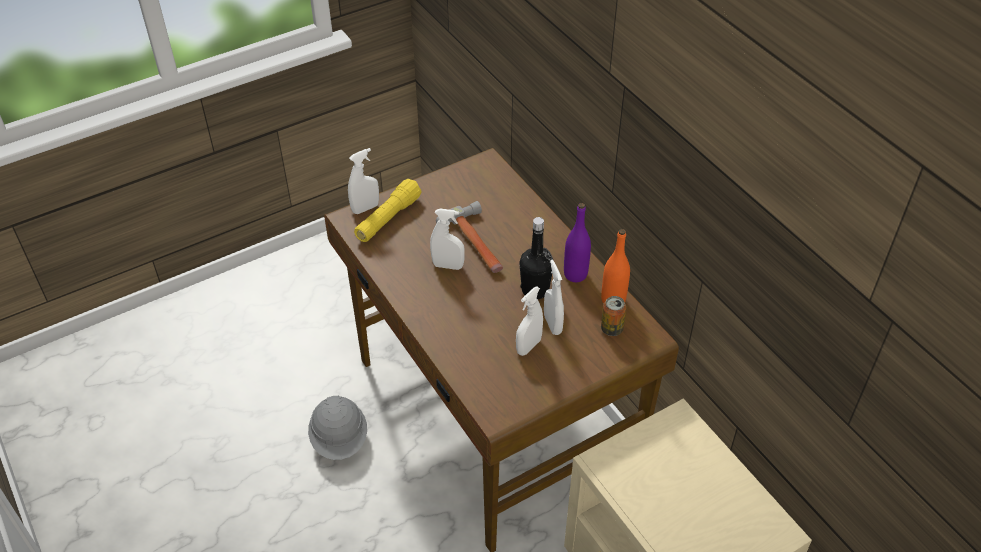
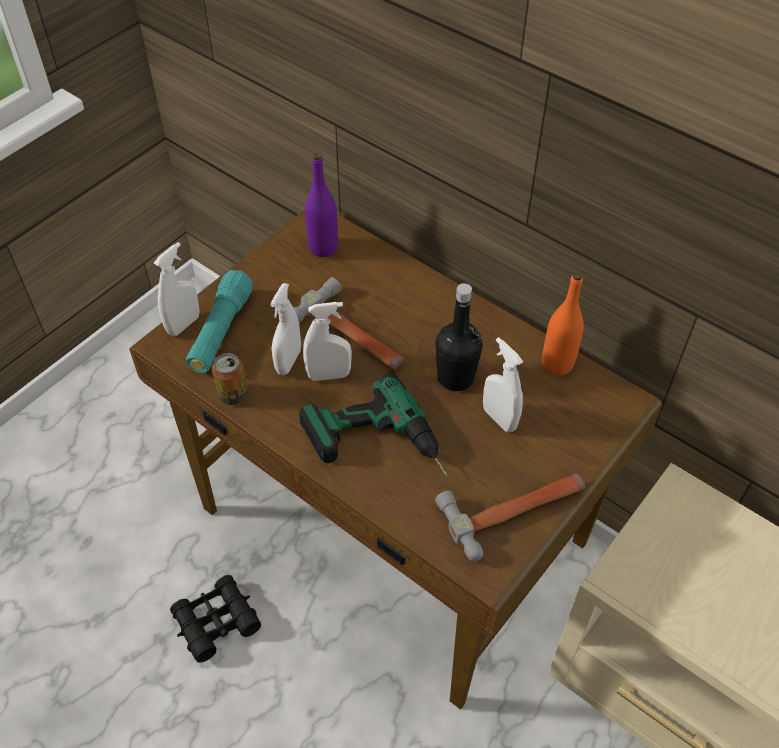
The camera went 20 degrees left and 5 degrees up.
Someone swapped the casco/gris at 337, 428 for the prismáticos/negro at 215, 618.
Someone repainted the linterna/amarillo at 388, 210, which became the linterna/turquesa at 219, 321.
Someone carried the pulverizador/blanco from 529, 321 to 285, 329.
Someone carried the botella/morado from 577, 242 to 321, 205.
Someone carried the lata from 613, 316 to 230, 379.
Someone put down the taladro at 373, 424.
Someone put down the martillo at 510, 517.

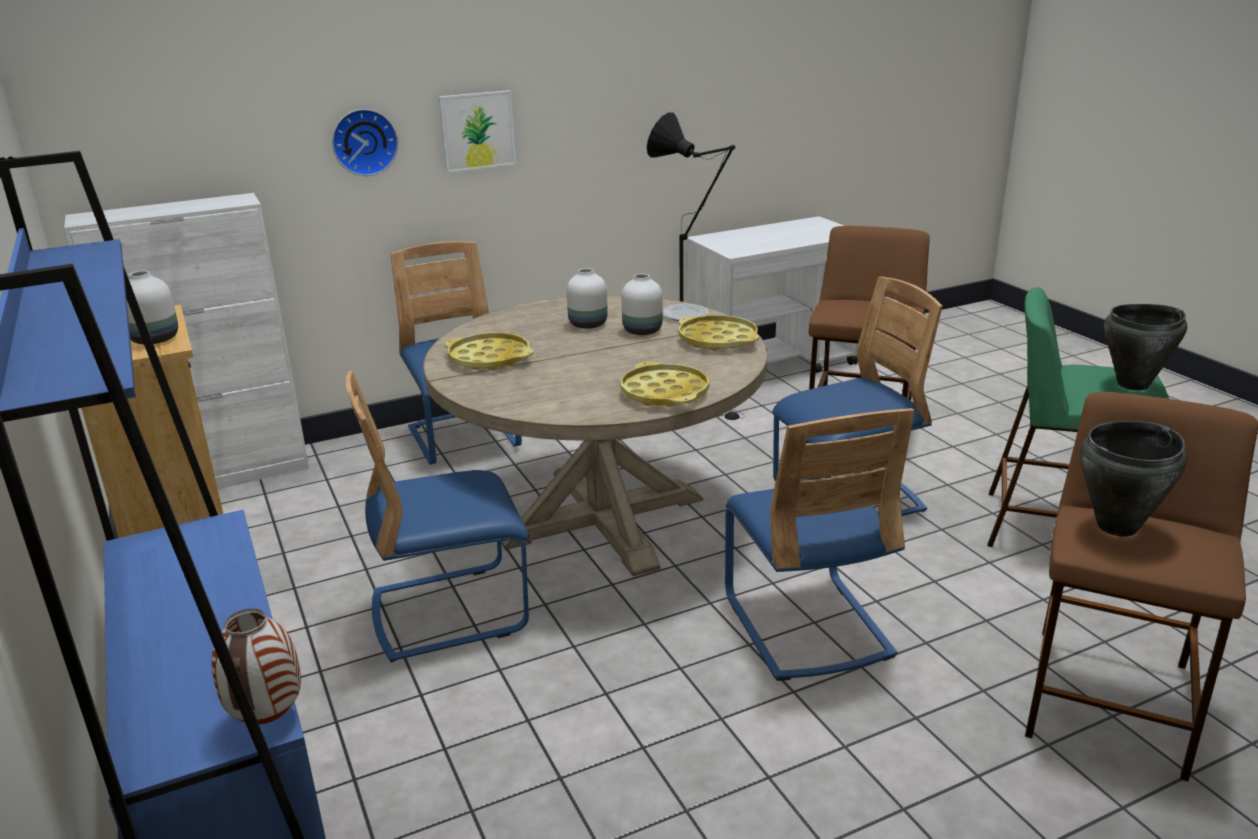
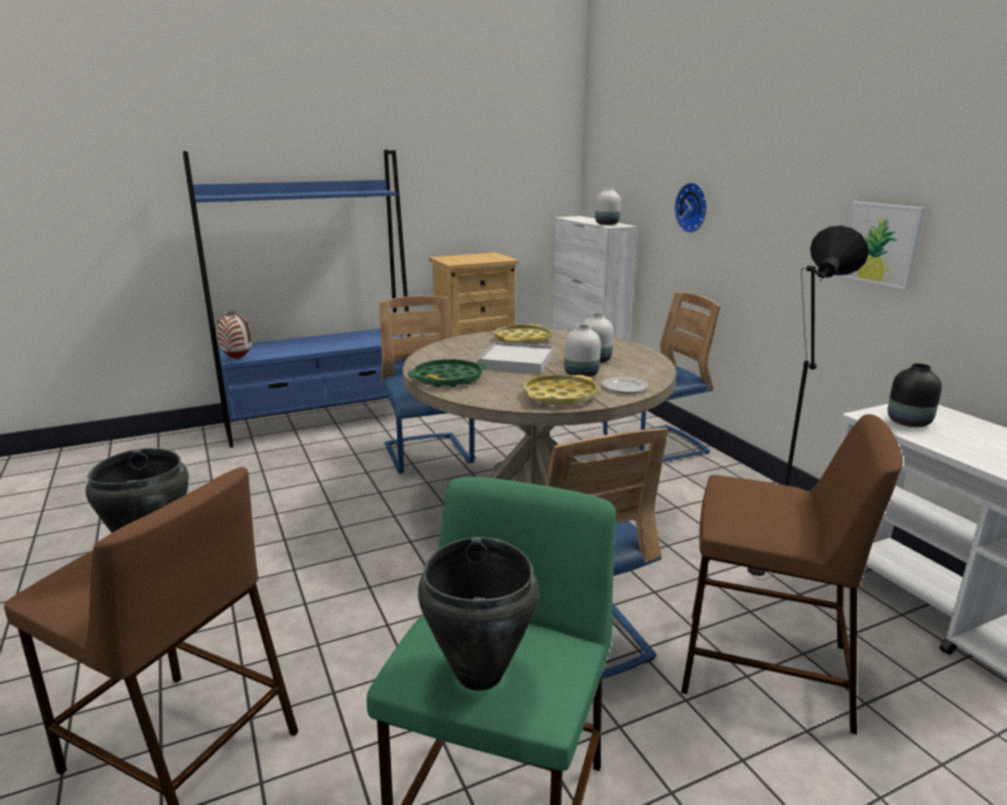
The camera went 90 degrees right and 5 degrees down.
Someone carried the florero/blanco from 152, 307 to 608, 206.
Someone carried the cuadro from 477, 131 to 882, 246.
Someone repainted the bandeja/amarillo at 664, 384, which became the bandeja/verde at 447, 373.
Someone took away the silla/azul at 820, 544.
Someone put down the bandeja/blanco at 516, 358.
Someone put down the florero/negro at 915, 395.

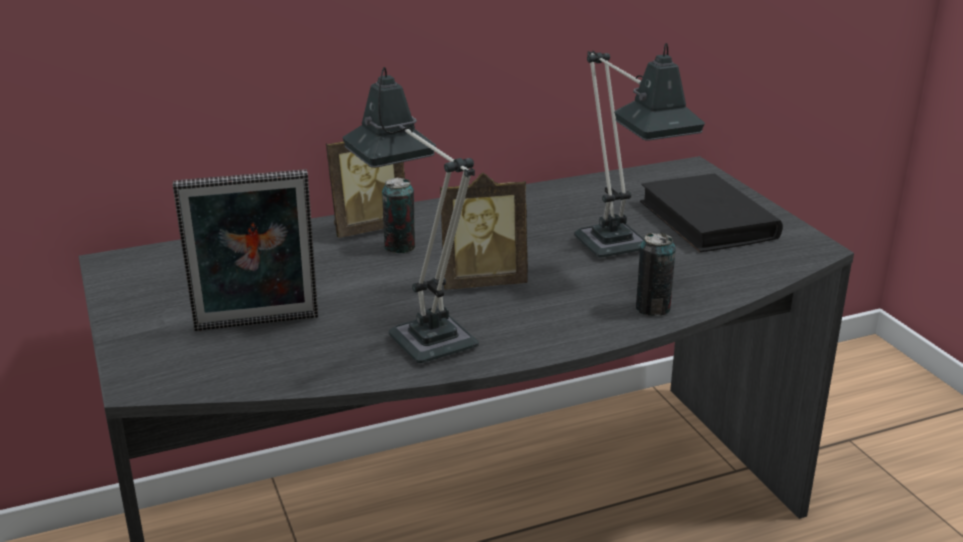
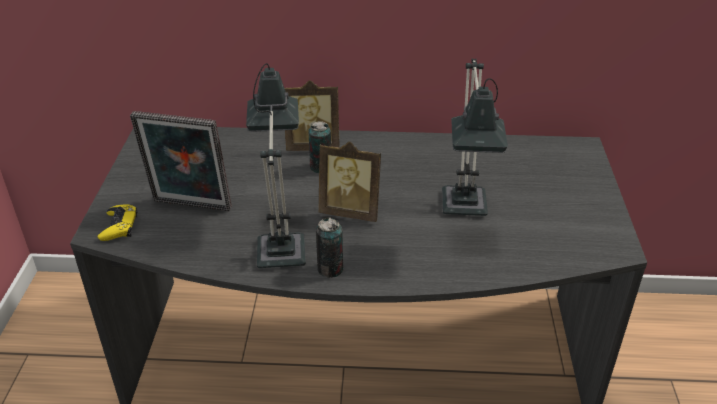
The camera went 25 degrees right and 10 degrees up.
Someone carried the lata from 656, 274 to 329, 247.
Someone took away the libro/negro at 711, 212.
Someone put down the mando de consola/amarillo at 117, 222.

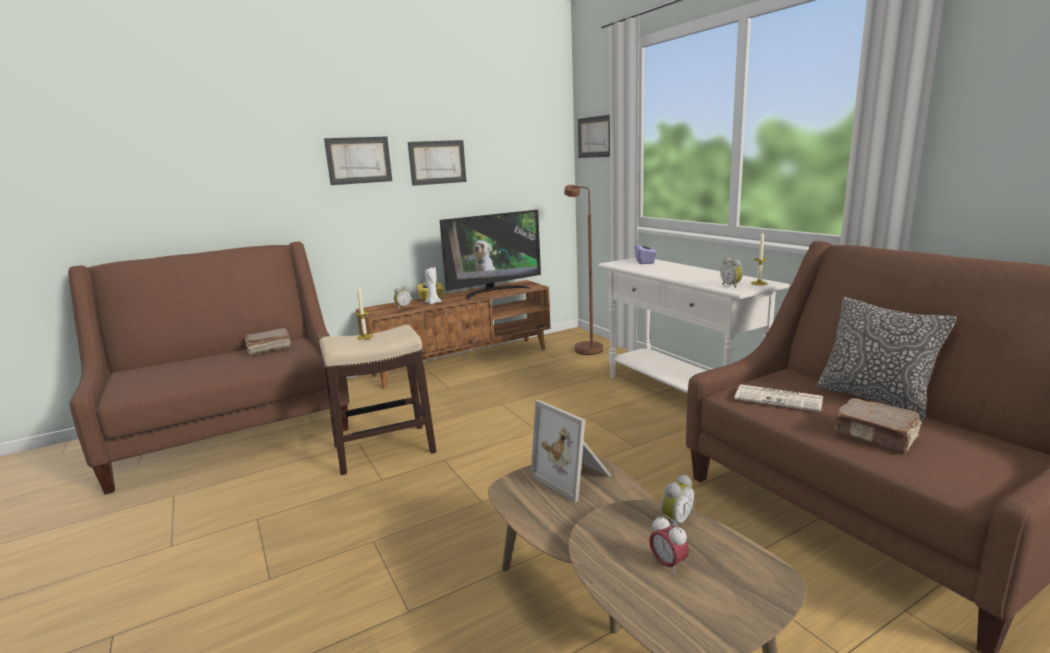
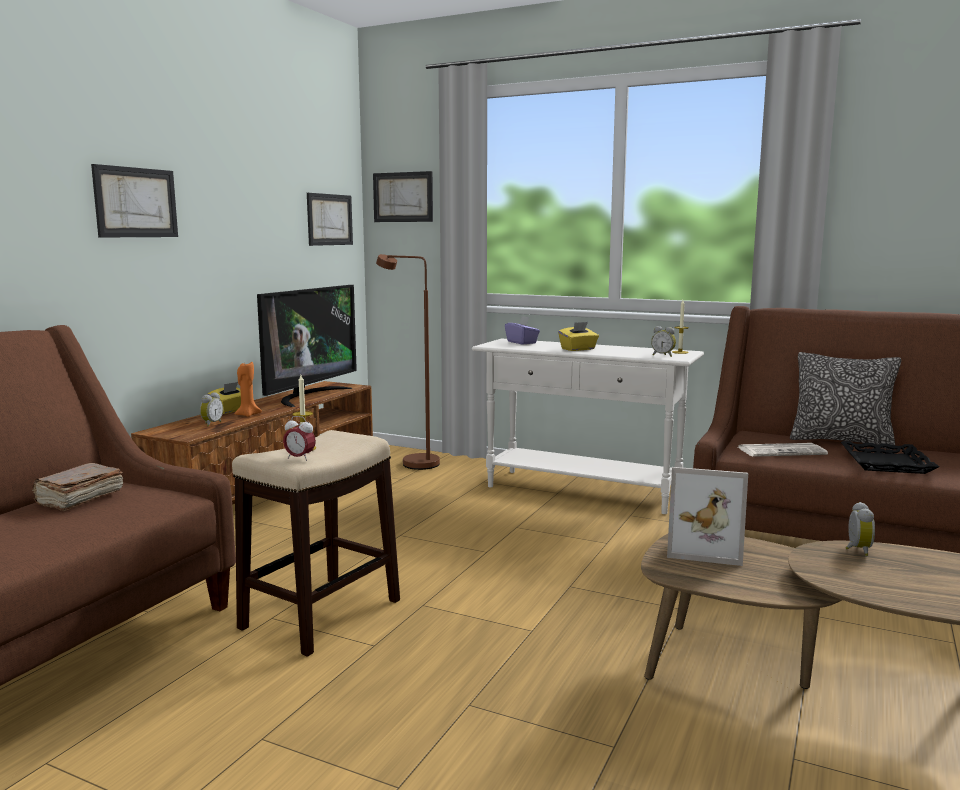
The camera went 35 degrees left and 5 degrees down.
Someone carried the cuadro from 437, 163 to 330, 219.
Someone repainted the vela/blanco at 433, 286, which became the vela/naranja at 248, 389.
Someone carried the despertador from 669, 545 to 299, 438.
Someone swapped the libro/marrón at 878, 426 for the bandeja/negro at 890, 457.
Someone put down the caja de pañuelos/amarillo at 578, 336.

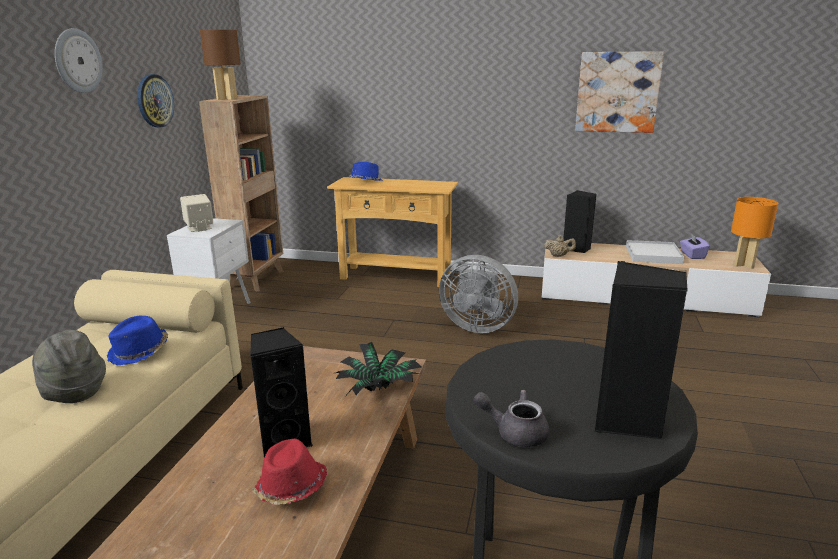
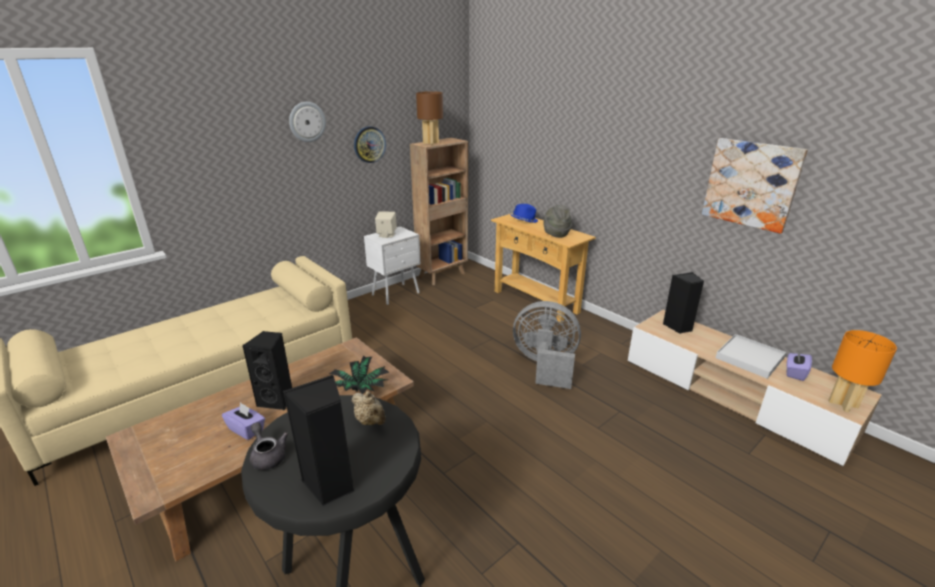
The camera went 35 degrees right and 5 degrees up.
Someone carried the sombrero/gris from 69, 366 to 558, 221.
Someone took away the sombrero/azul at 137, 340.
Someone swapped the sombrero/rojo at 289, 472 for the caja de pañuelos/morado at 243, 421.
Someone rotated the ventilador/gris at 478, 294 by 135 degrees clockwise.
Someone carried the tetera/beis from 560, 246 to 369, 408.

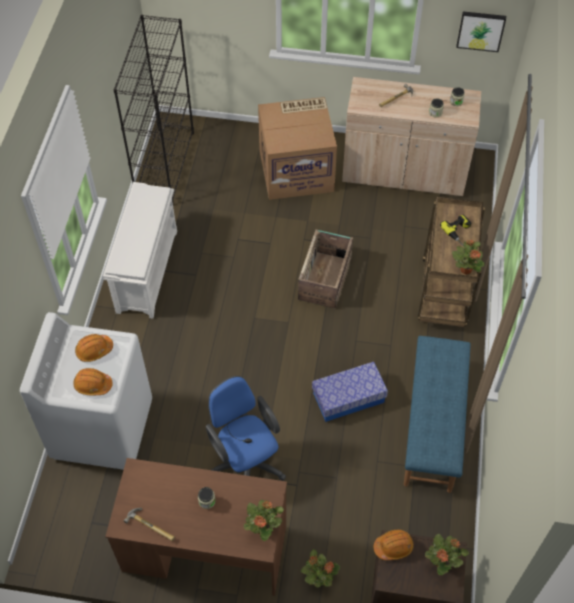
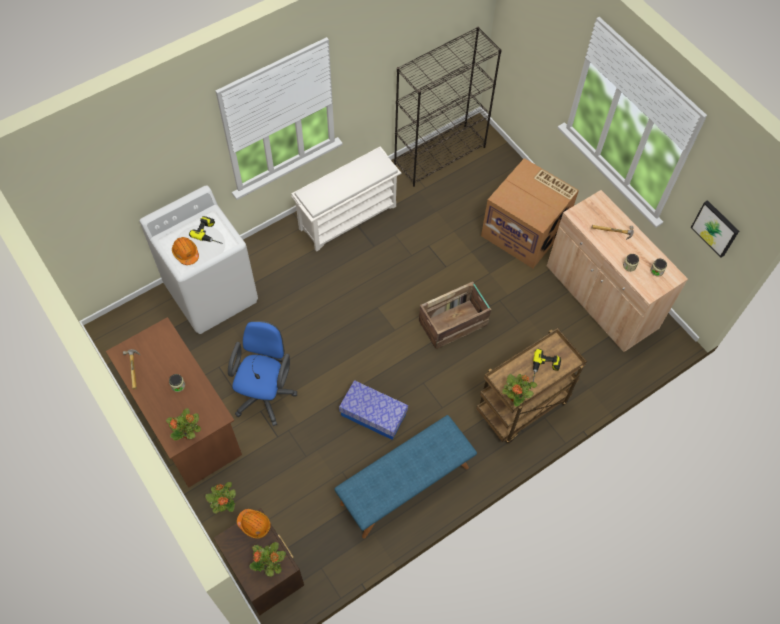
The camera went 45 degrees right and 5 degrees up.
Someone swapped the casco/naranja at 94, 348 for the taladro at 206, 230.

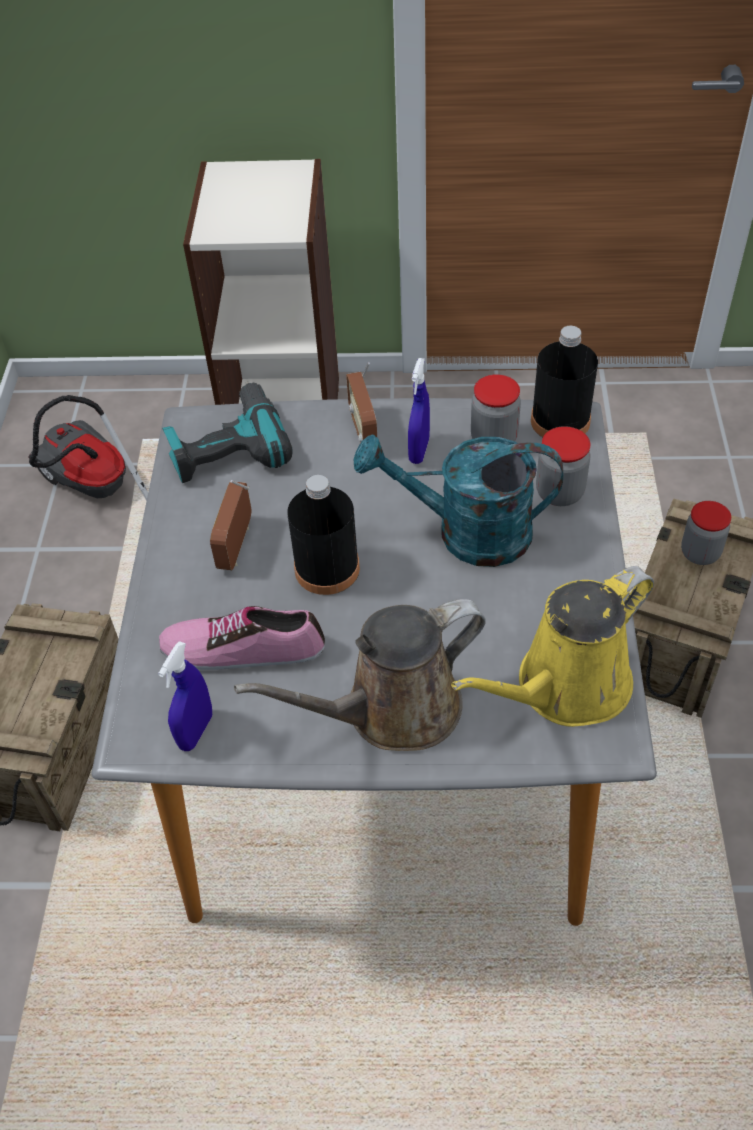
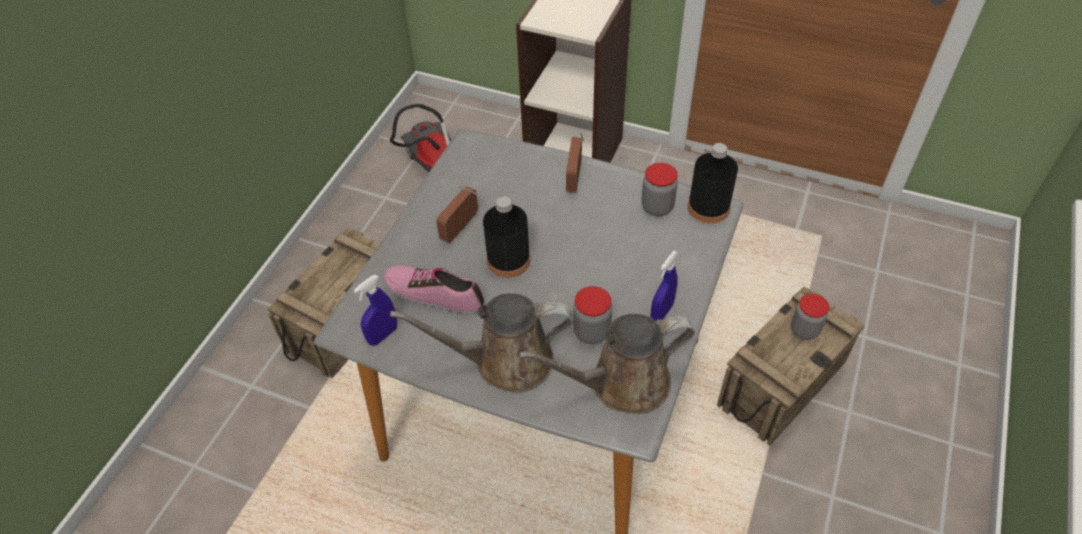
The camera went 20 degrees right and 0 degrees up.
Someone took away the taladro at 227, 432.
Someone took away the regadera/turquesa at 458, 501.
Someone carried the pulverizador/azul from 419, 411 to 664, 286.
Someone repainted the regadera/amarillo at 552, 646, which became the regadera/marrón at 607, 364.
Someone carried the tarro from 563, 466 to 592, 315.

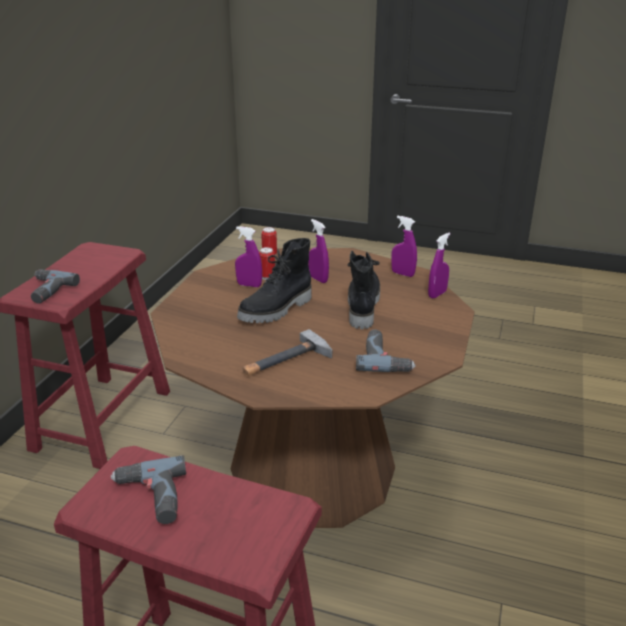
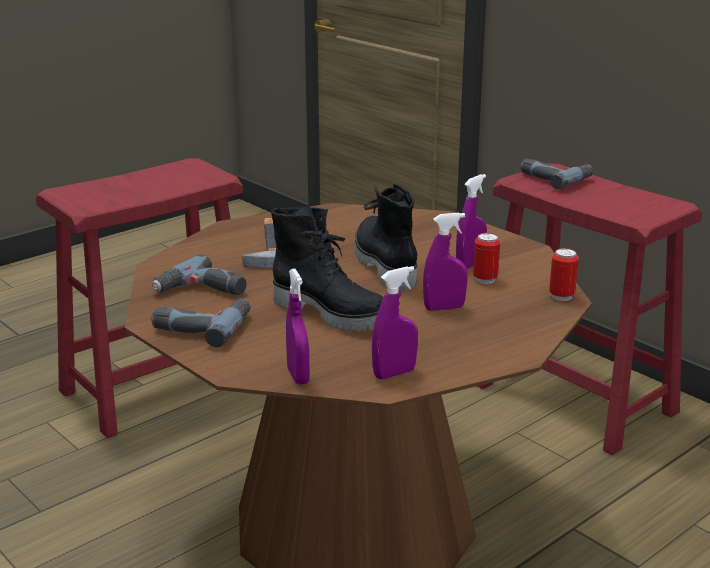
The camera went 120 degrees right and 5 degrees down.
Someone carried the taladro from 148, 489 to 201, 322.

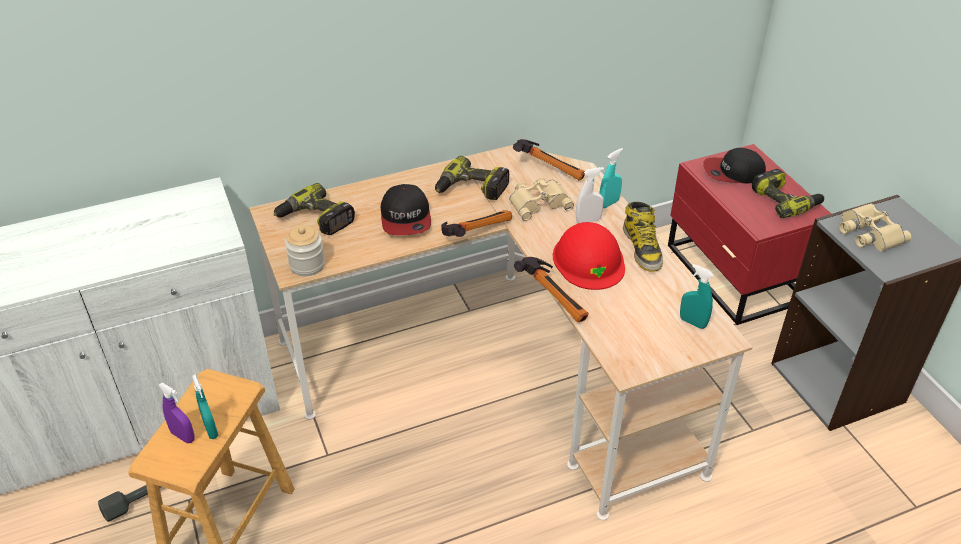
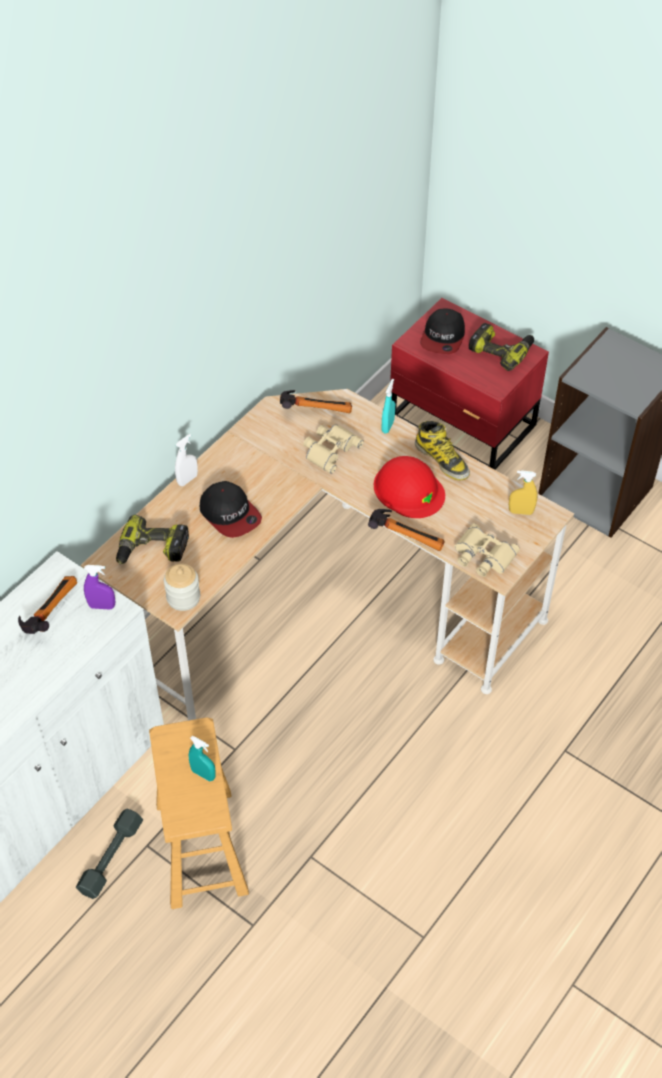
The camera went 30 degrees left and 10 degrees up.
Someone carried the pulverizador/morado from 176, 413 to 99, 587.
Someone took away the taladro at 472, 178.
Someone carried the martillo from 476, 223 to 47, 605.
Someone carried the pulverizador/blanco from 590, 195 to 186, 460.
Someone repainted the pulverizador/turquesa at 697, 296, which became the pulverizador/amarillo at 523, 492.
Someone rotated the gorra at 734, 165 by 45 degrees counterclockwise.
Someone carried the prismáticos/beis from 875, 227 to 487, 550.

